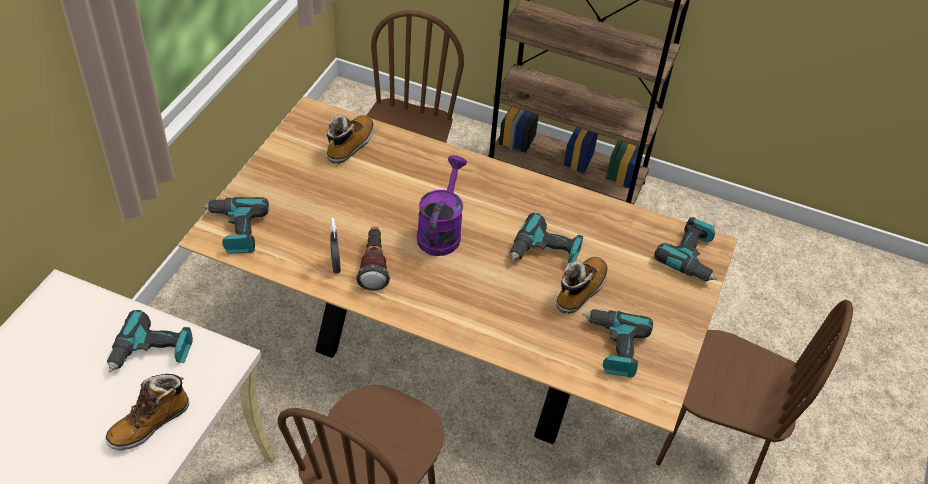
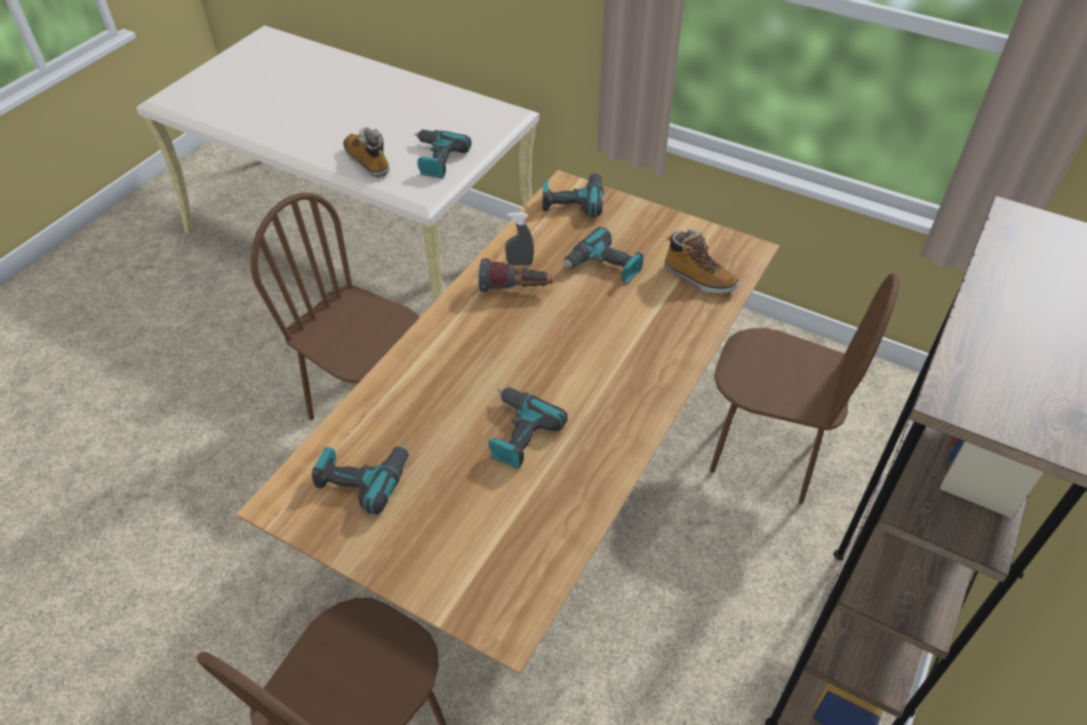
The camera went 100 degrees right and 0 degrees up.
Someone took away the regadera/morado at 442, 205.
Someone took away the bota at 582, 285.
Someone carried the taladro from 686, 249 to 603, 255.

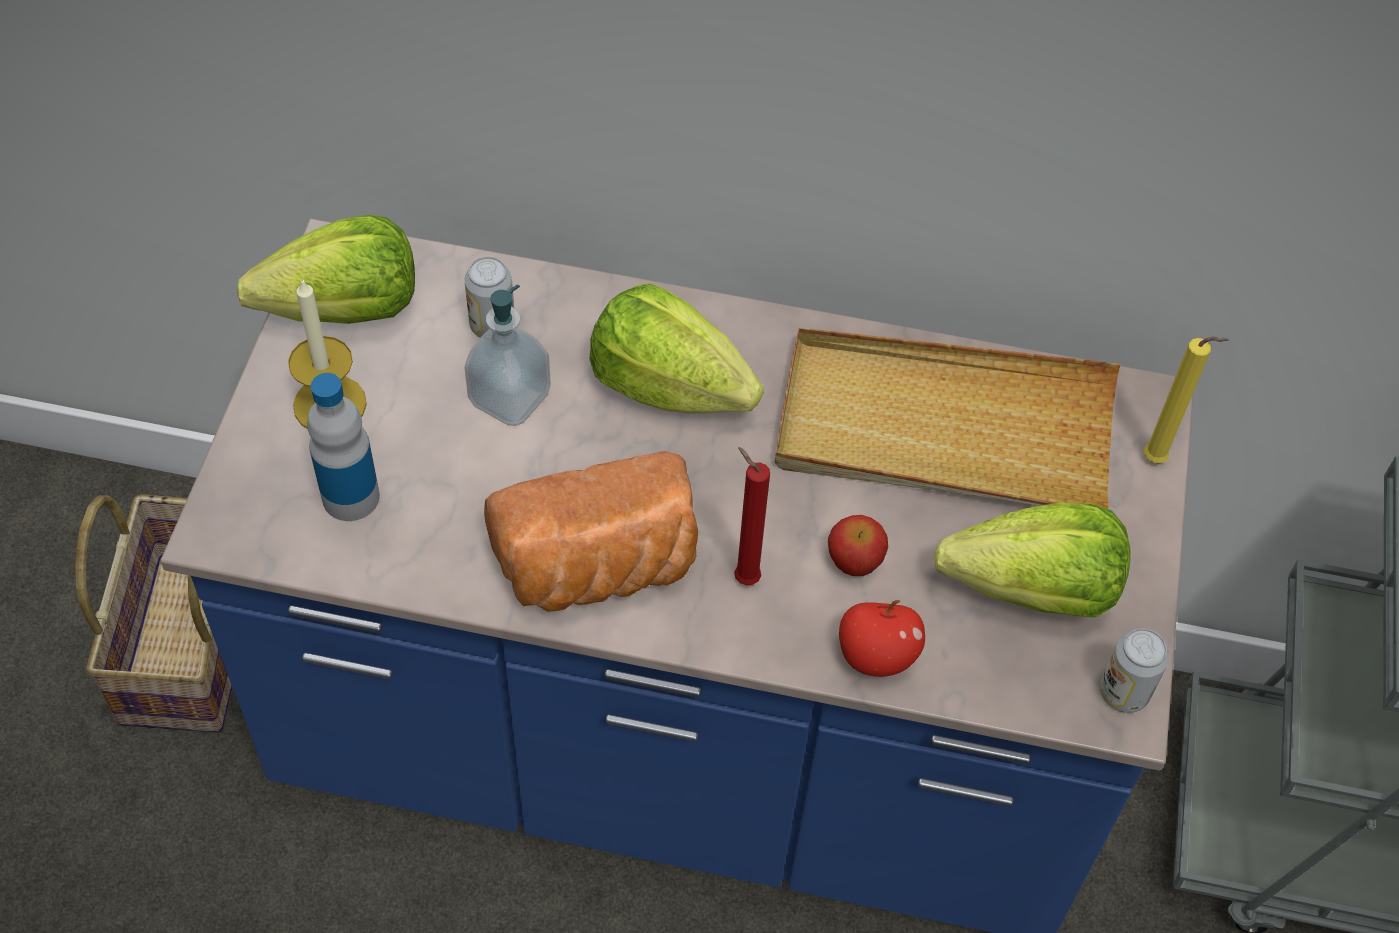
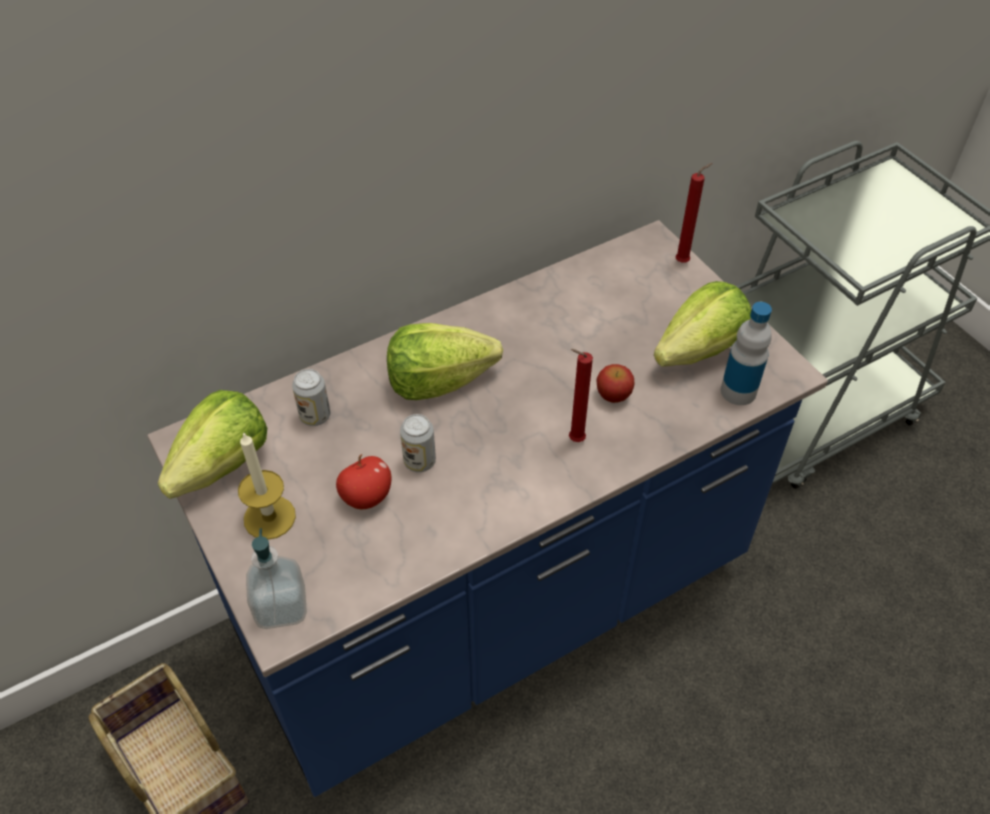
The camera went 40 degrees left and 5 degrees down.
Someone carried the botella from 343, 447 to 746, 353.
Someone carried the dispensador de jabón from 507, 355 to 276, 578.
Someone took away the pan at 591, 531.
Someone took away the bandeja/beis at 947, 418.
Someone carried the manzana from 882, 638 to 363, 481.
Someone carried the lata from 1134, 670 to 418, 443.
Someone repainted the vela/amarillo at 1186, 400, which became the vela/rojo at 693, 213.

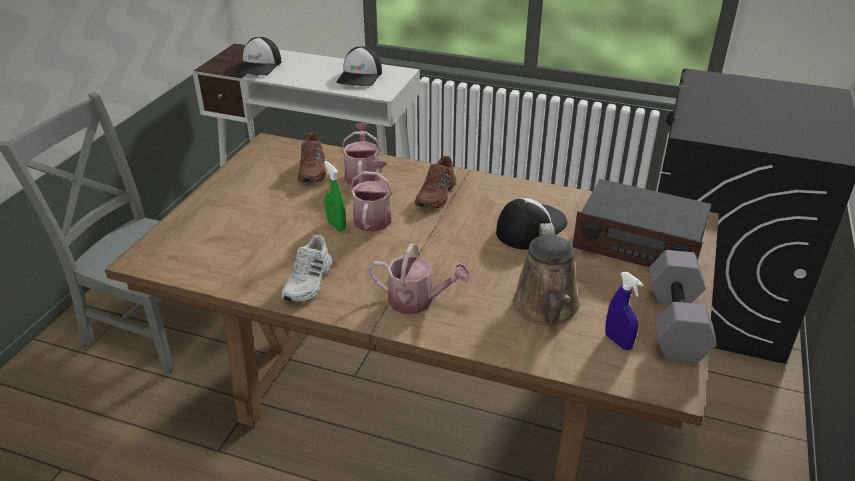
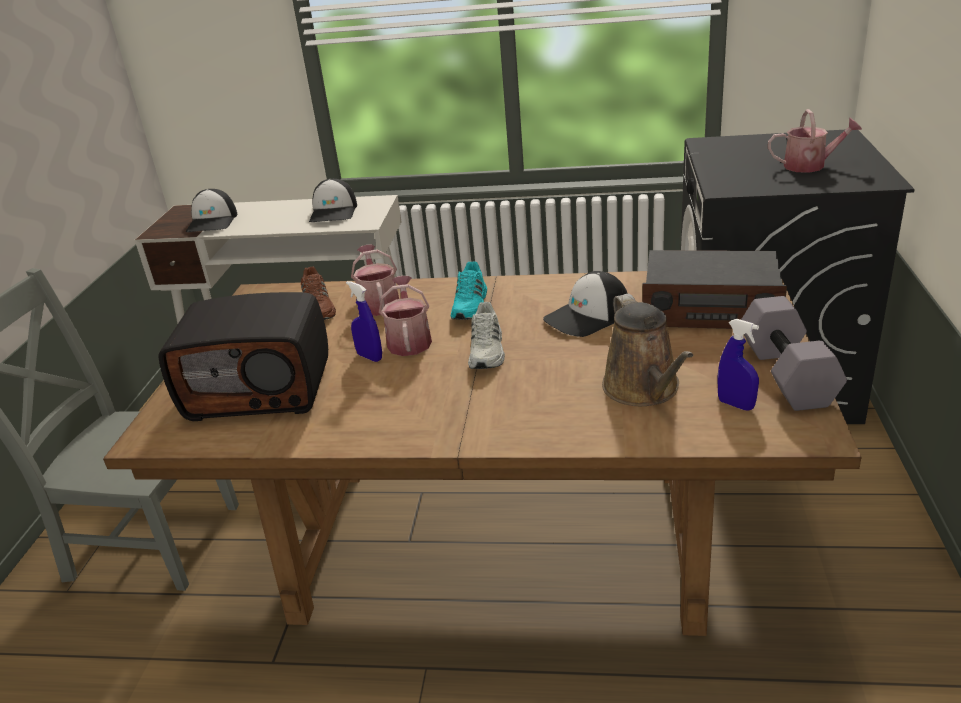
The camera went 10 degrees left and 5 degrees down.
Someone carried the zapato/blanco from 306, 269 to 486, 335.
Someone repainted the pulverizador/verde at 335, 196, which became the pulverizador/azul at 364, 321.
Someone carried the regadera from 419, 278 to 815, 141.
Someone repainted the zapato/marrón at 435, 182, which became the zapato/turquesa at 469, 290.
Someone rotated the gorra at 531, 224 by 150 degrees counterclockwise.
Someone put down the radio at 243, 356.

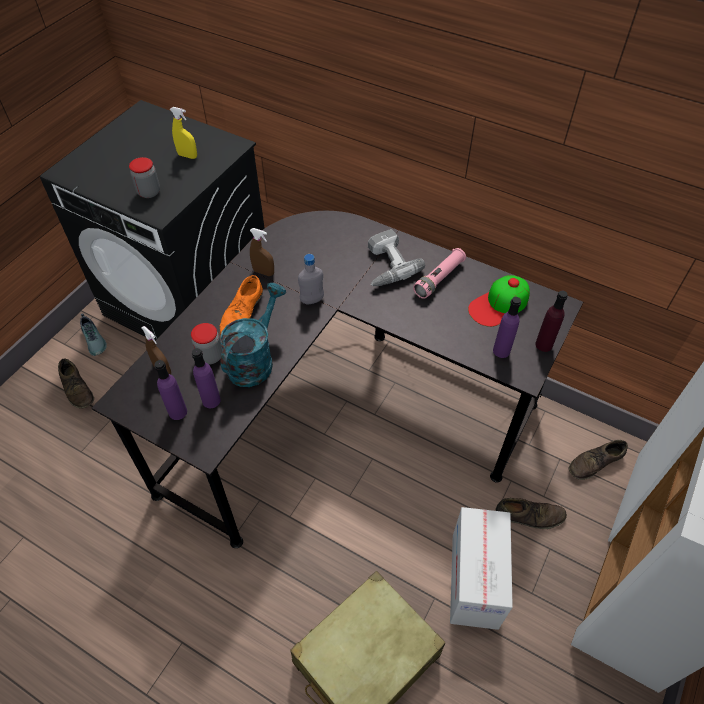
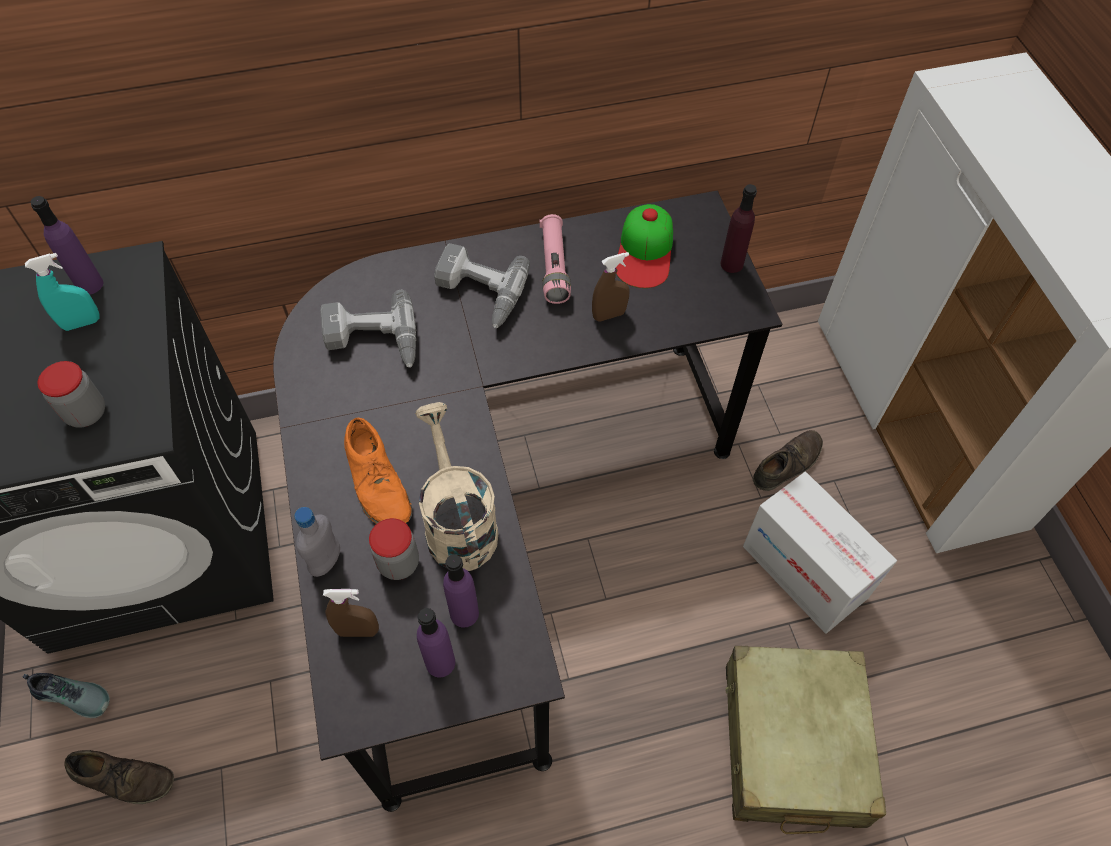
The camera went 45 degrees left and 5 degrees up.
Someone repainted the pulverizador/amarillo at 183, 133, which became the pulverizador/turquesa at 62, 292.
Someone repainted the regadera/turquesa at 253, 335, which became the regadera/beis at 457, 486.
Someone carried the pulverizador/marrón from 262, 252 to 611, 287.
Someone carried the botella/gris from 311, 279 to 317, 542.
Someone carried the botella/morado from 507, 327 to 67, 245.
Someone took away the zapato/marrón at 598, 460.
Someone put down the taladro at 368, 329.

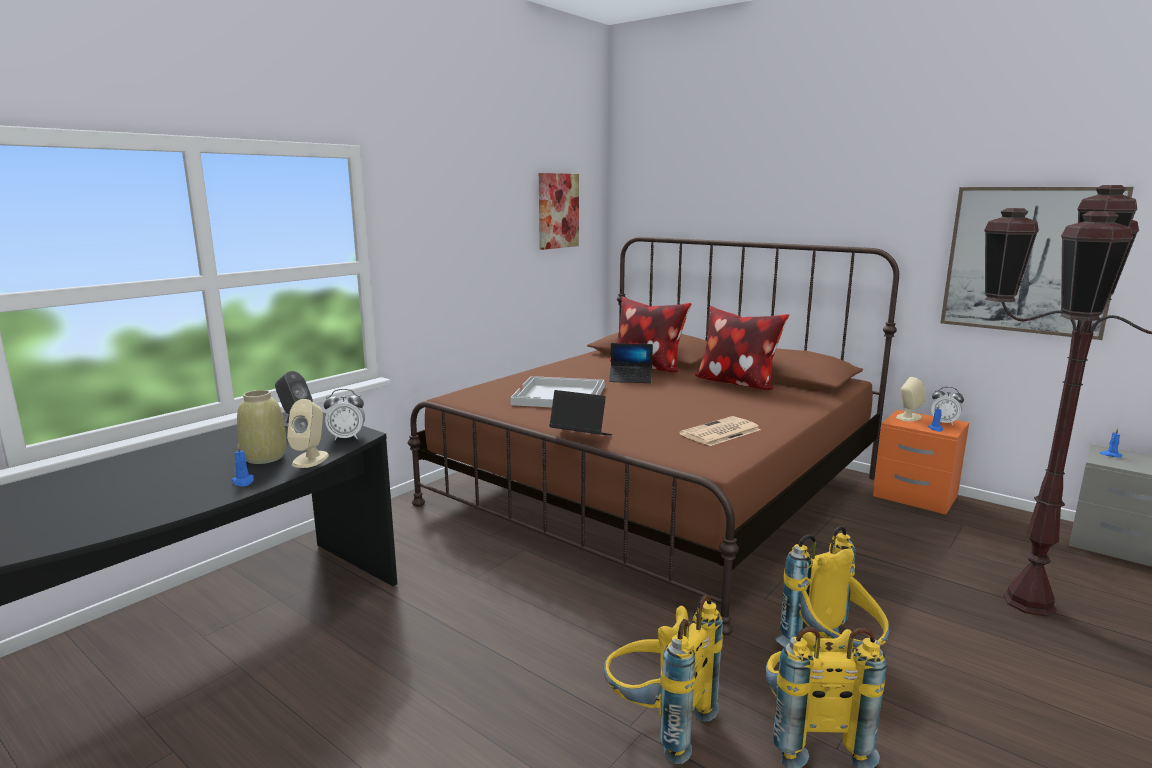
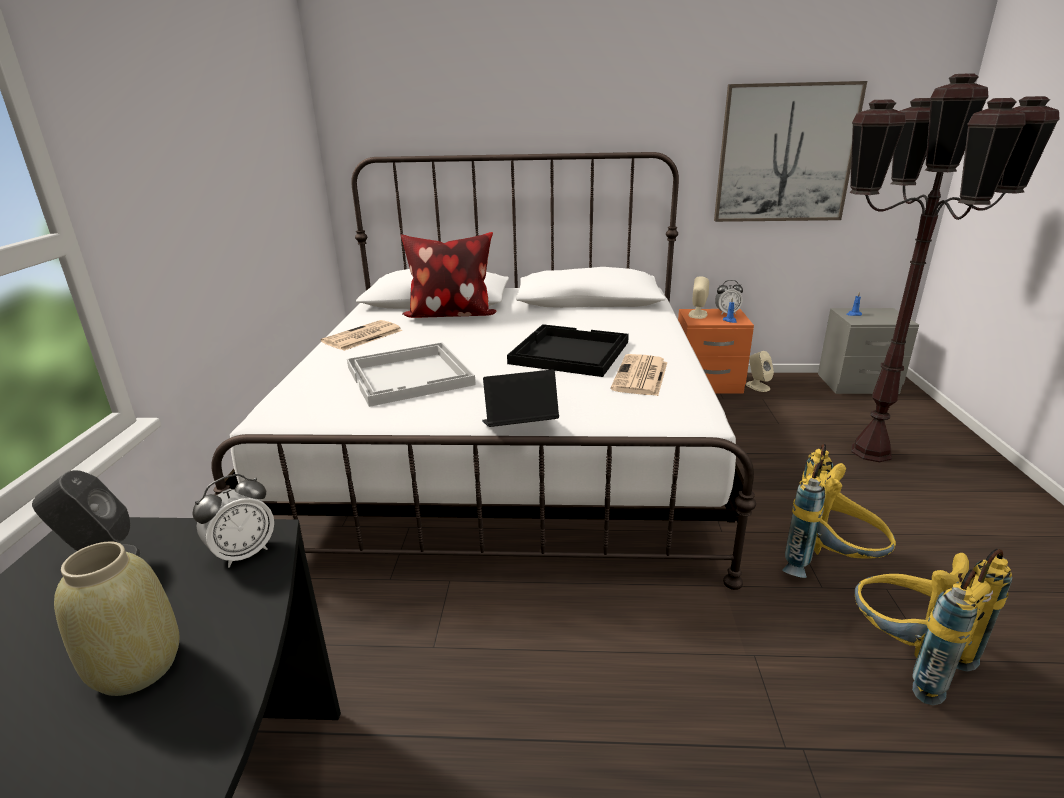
The camera went 35 degrees left and 10 degrees up.
Someone took away the vela/azul at 242, 465.
Someone carried the altavoz/beis from 308, 433 to 760, 371.
Someone repainted the cama/marrón at 653, 436, which became the cama/blanco at 483, 371.
Someone took away the cuadro at 559, 211.
Someone took away the mochila/amarillo at 663, 679.
Someone took away the portátil at 631, 363.
Someone took away the cojín at 741, 348.
Someone put down the periódico at 361, 335.
Someone put down the bandeja/negro at 568, 350.

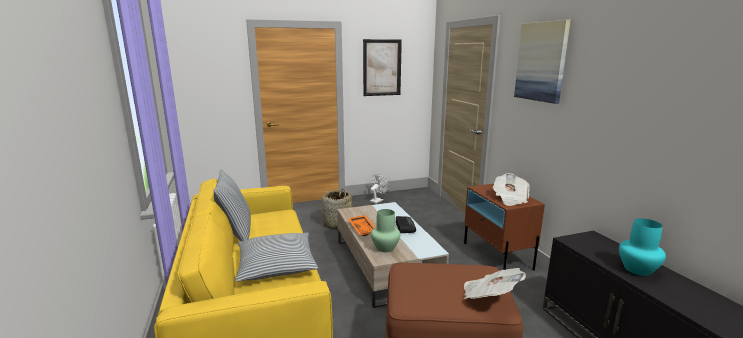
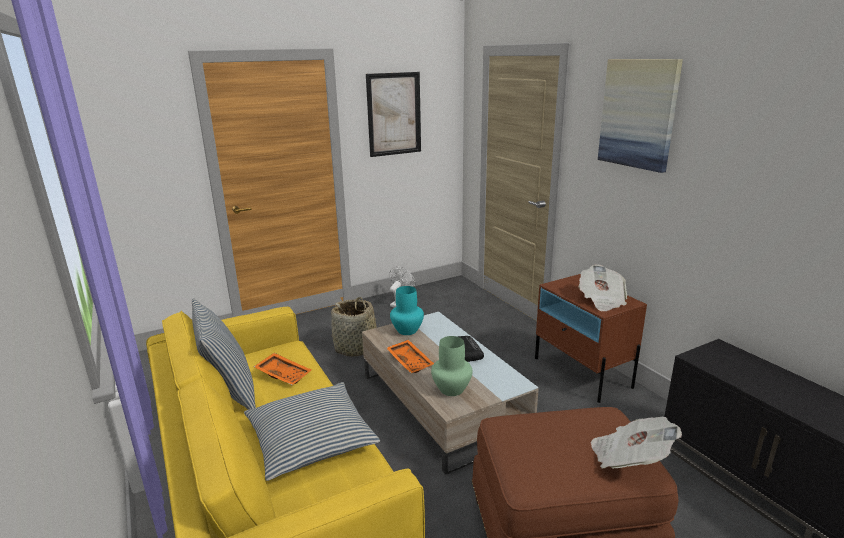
The camera went 10 degrees left and 5 degrees up.
Someone carried the florero/turquesa from 642, 247 to 407, 310.
Someone put down the bandeja/naranja at 282, 369.

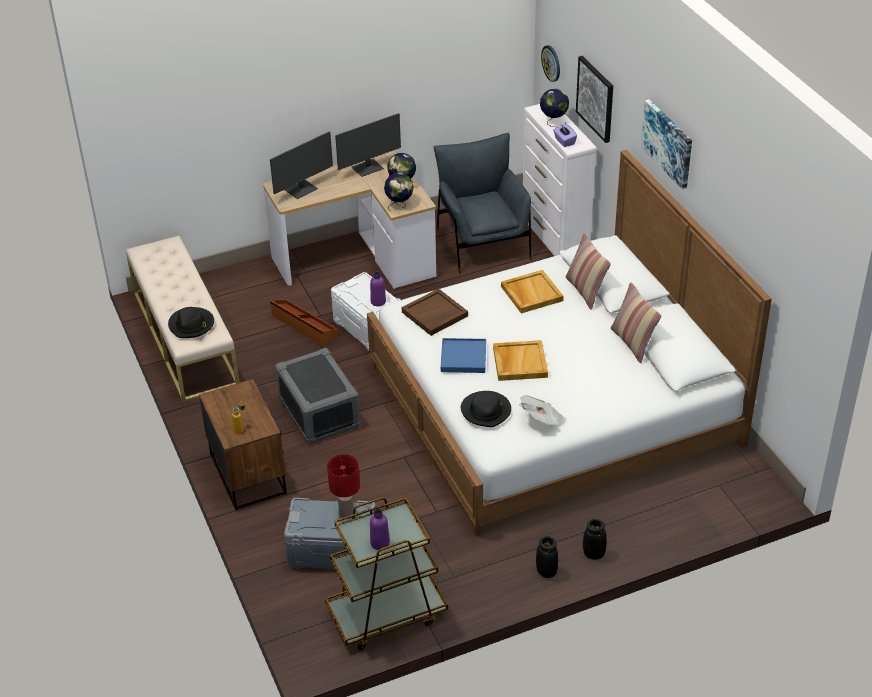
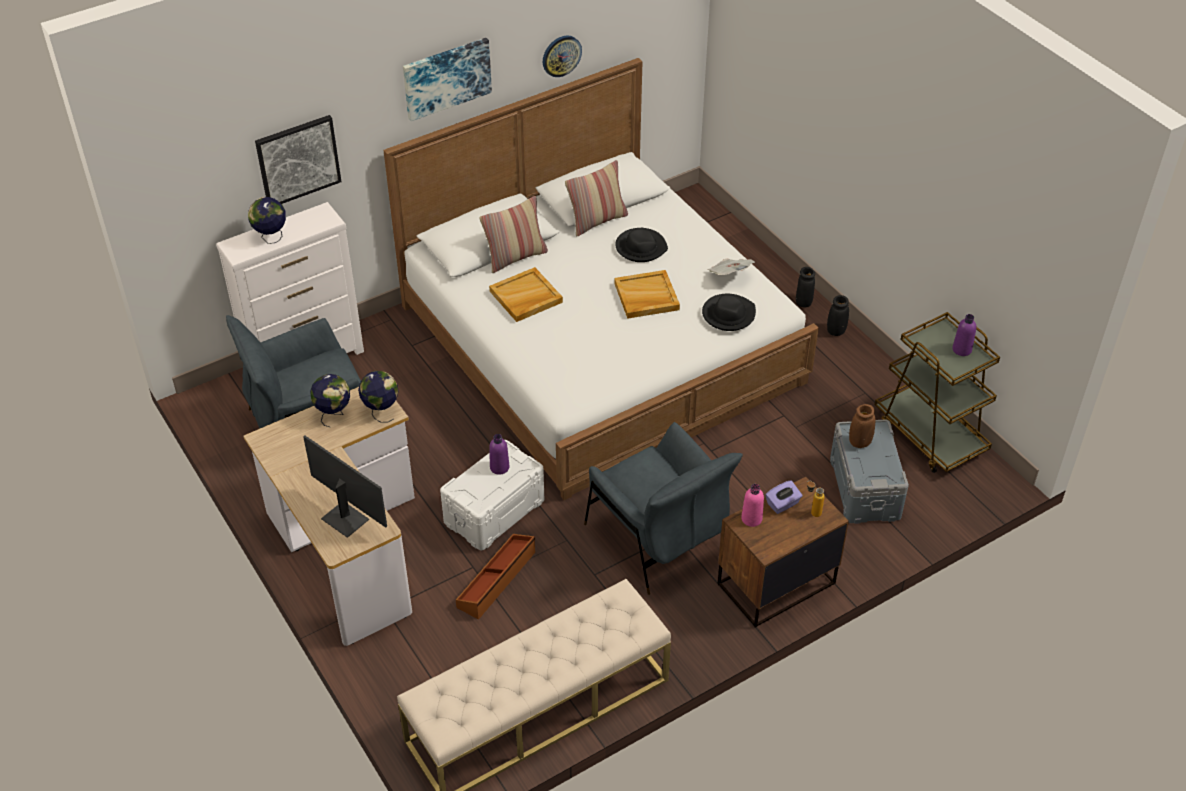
The camera went 100 degrees left and 5 degrees up.
Someone carried the sombrero/negro from 191, 322 to 641, 245.
Someone swapped the caja de almacenaje/gris at 318, 396 for the sillón/gris at 663, 508.
Someone swapped the lámpara de mesa/rojo at 343, 486 for the florero/marrón at 862, 426.
Someone took away the monitor at 368, 145.
Someone took away the bandeja/marrón at 435, 312.
Someone took away the bandeja/azul at 463, 355.
Someone carried the reloj de pared from 550, 63 to 562, 56.
Someone carried the caja de pañuelos/morado from 565, 135 to 783, 497.
Someone put down the botella/rosa at 752, 505.

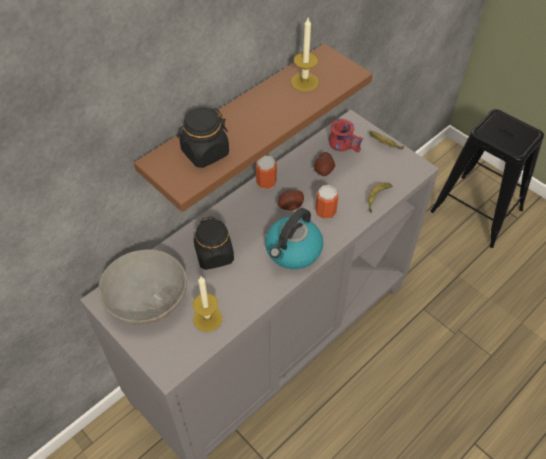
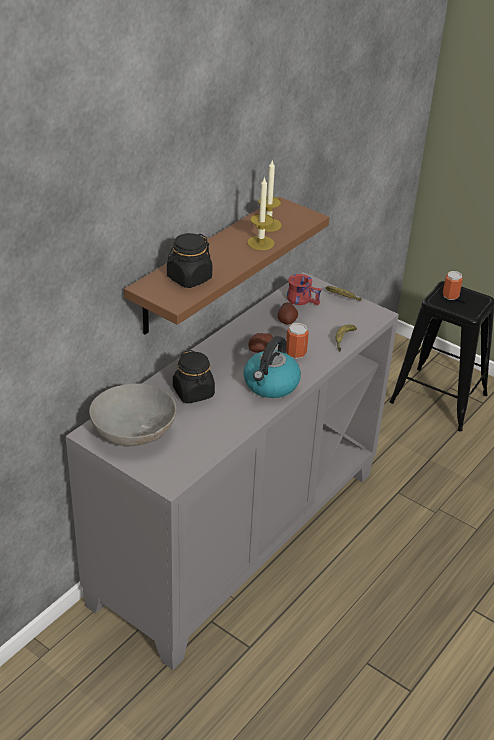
The camera went 10 degrees left and 15 degrees down.
Someone carried the vela from 207, 304 to 261, 213.
Someone carried the lata from 266, 172 to 453, 285.

